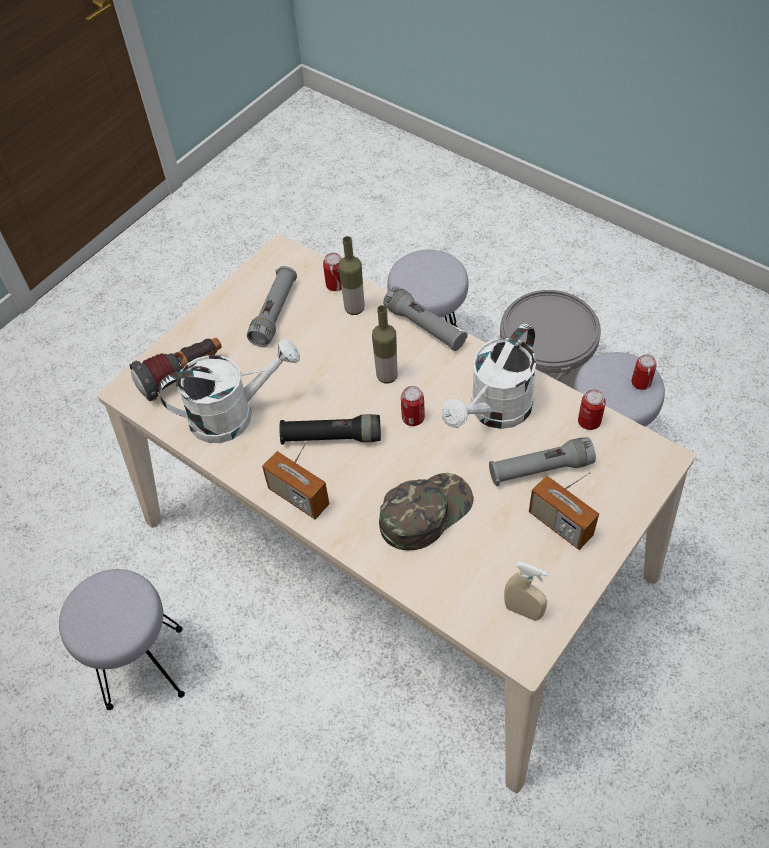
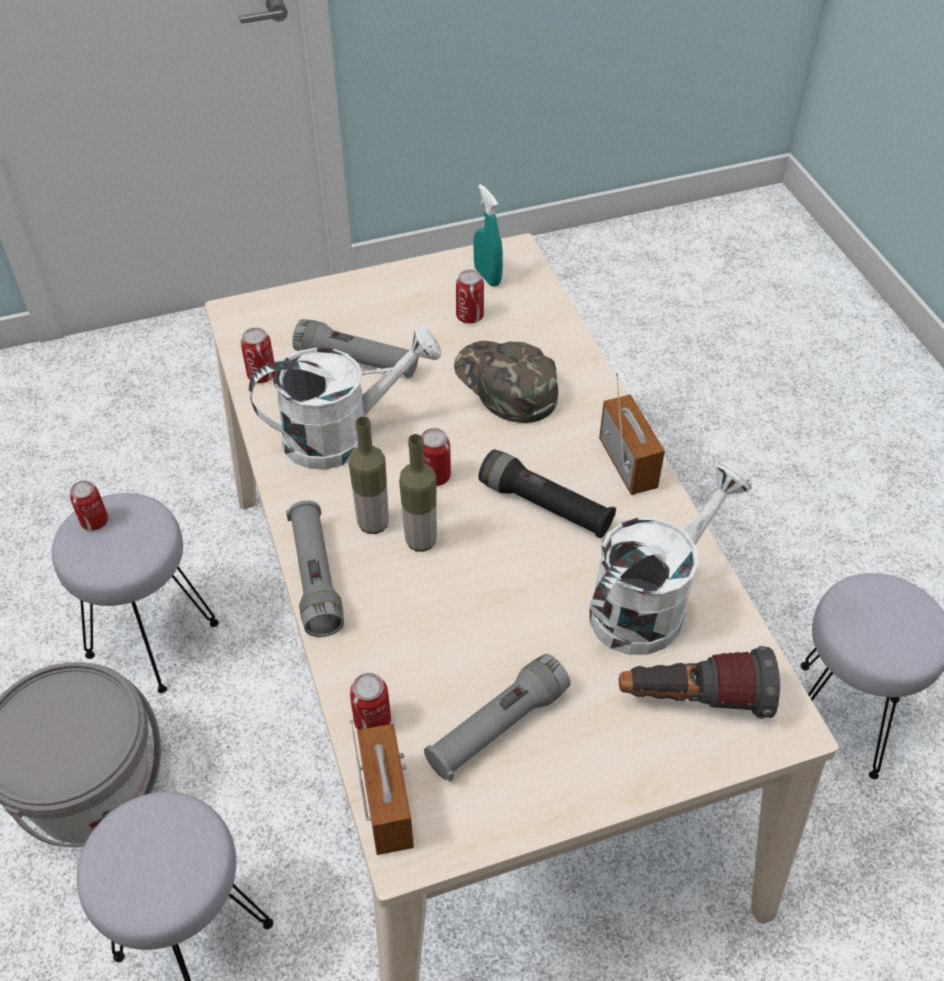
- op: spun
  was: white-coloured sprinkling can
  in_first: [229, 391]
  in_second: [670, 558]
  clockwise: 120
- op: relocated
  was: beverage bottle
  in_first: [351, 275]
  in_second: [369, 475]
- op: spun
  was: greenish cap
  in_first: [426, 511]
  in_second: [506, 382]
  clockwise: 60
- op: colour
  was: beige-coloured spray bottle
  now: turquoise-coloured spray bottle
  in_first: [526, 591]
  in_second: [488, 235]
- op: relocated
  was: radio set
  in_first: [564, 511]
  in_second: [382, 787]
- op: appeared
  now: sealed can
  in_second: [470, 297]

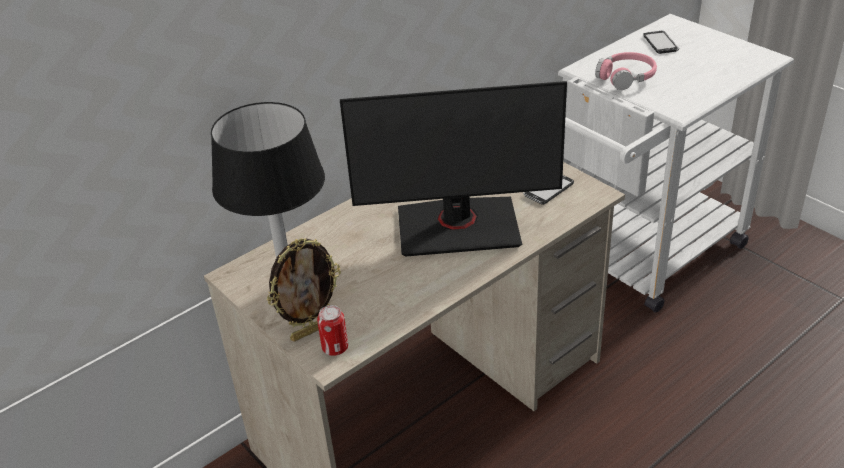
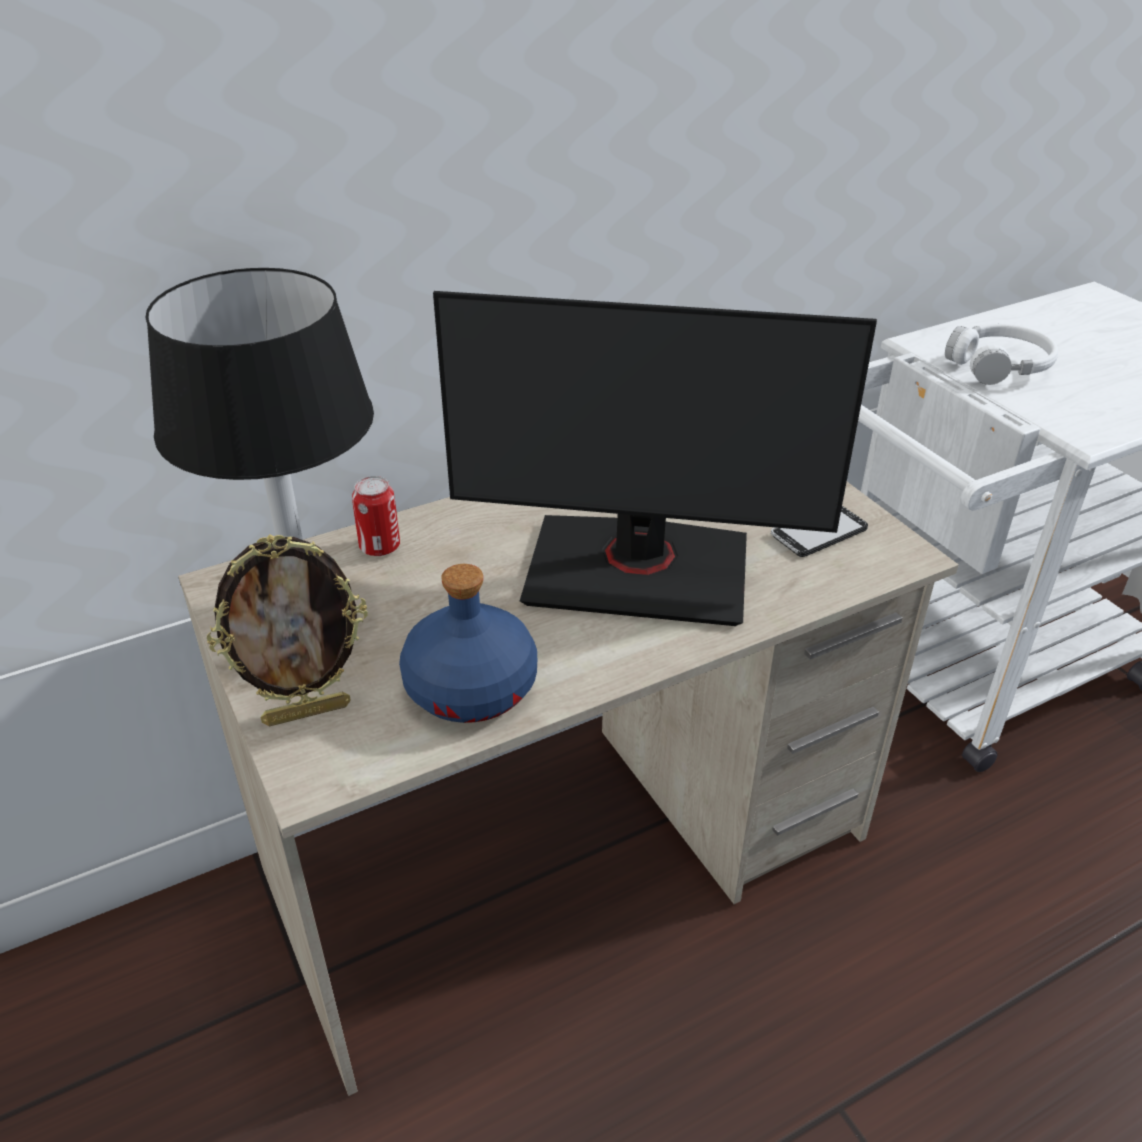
- op: relocated
  was: sealed can
  in_first: [332, 330]
  in_second: [376, 516]
- op: colour
  was: pinkish pair of headphones
  now: white-coloured pair of headphones
  in_first: [626, 71]
  in_second: [1001, 354]
- op: missing
  was: handset
  in_first: [661, 42]
- op: appeared
  now: bluish beverage bottle
  in_second: [468, 643]

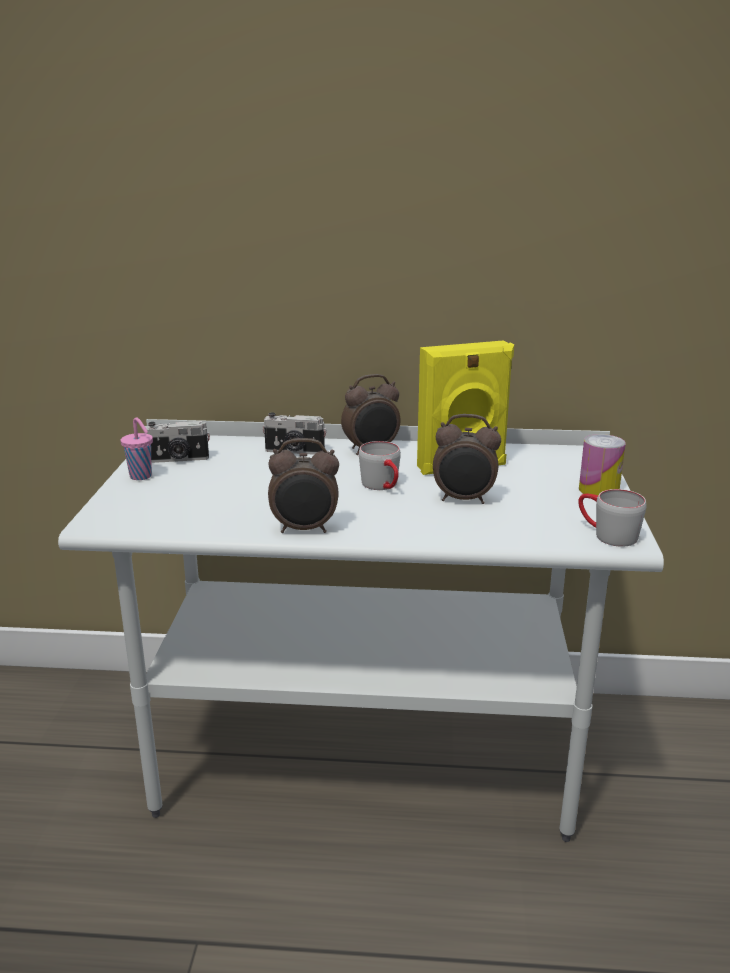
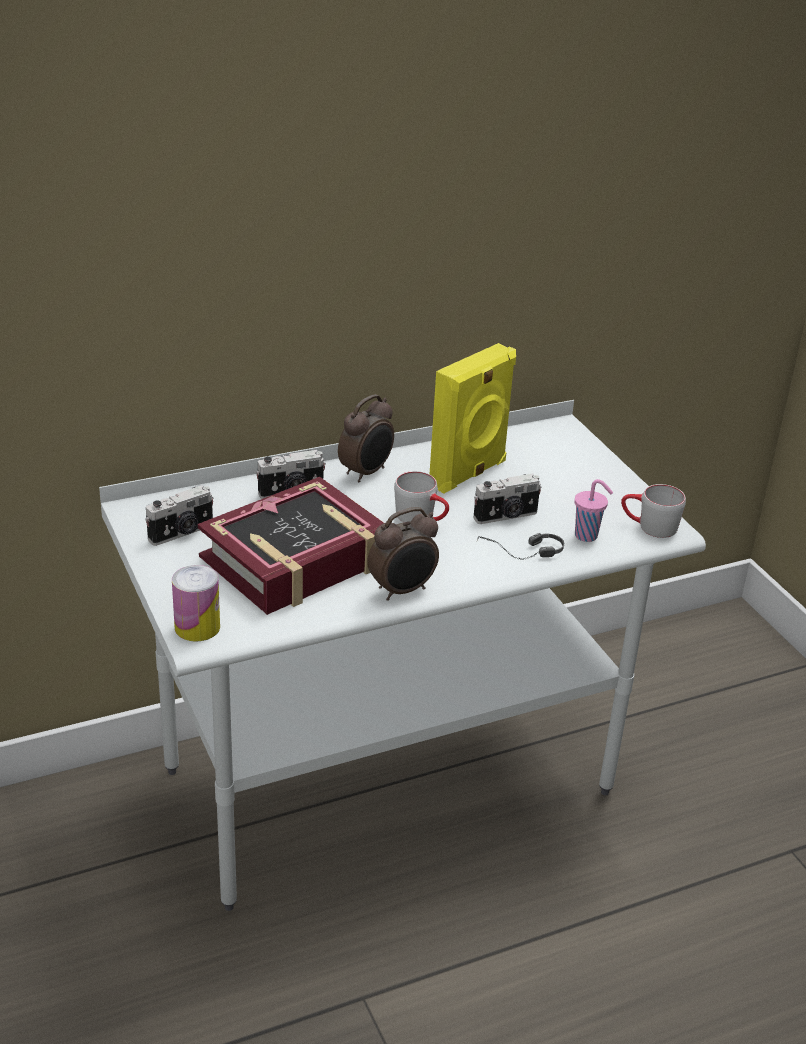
- op: relocated
  was: pinkish small cup
  in_first: [136, 448]
  in_second: [594, 510]
- op: exchanged
  was: table clock
  now: photo camera
  in_first: [467, 459]
  in_second: [508, 498]
- op: relocated
  was: sealed can
  in_first: [602, 464]
  in_second: [196, 603]
- op: appeared
  now: bound book
  in_second: [290, 546]
- op: appeared
  now: pair of headphones
  in_second: [520, 546]

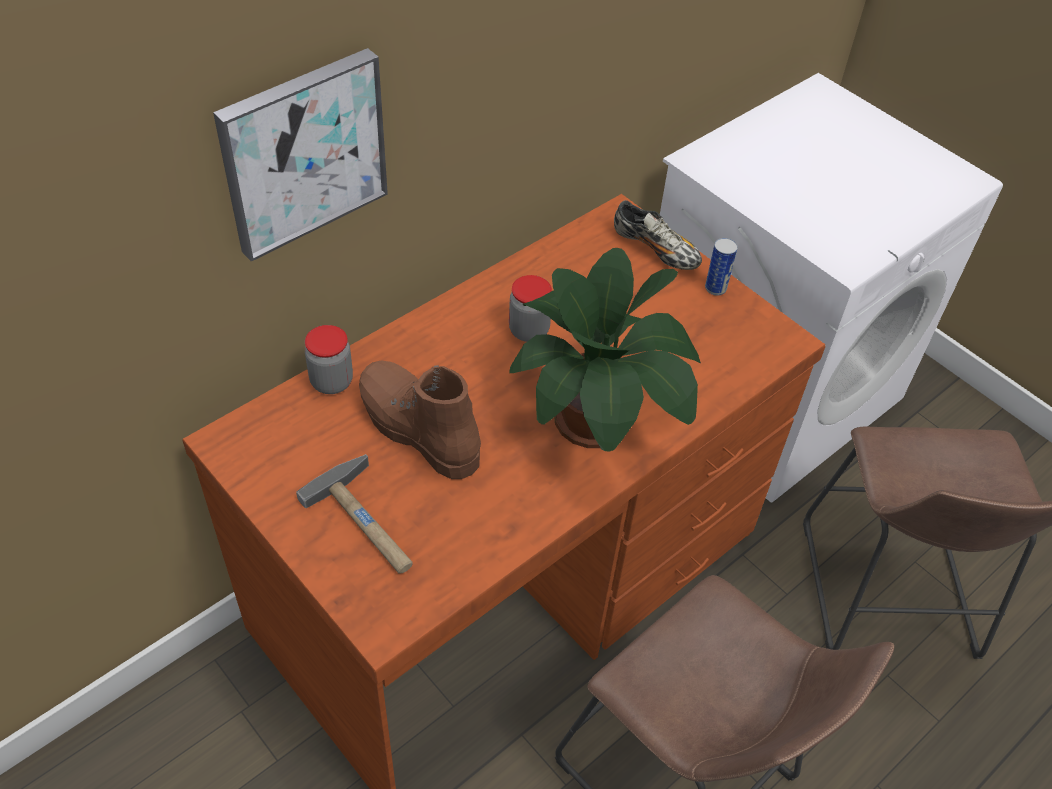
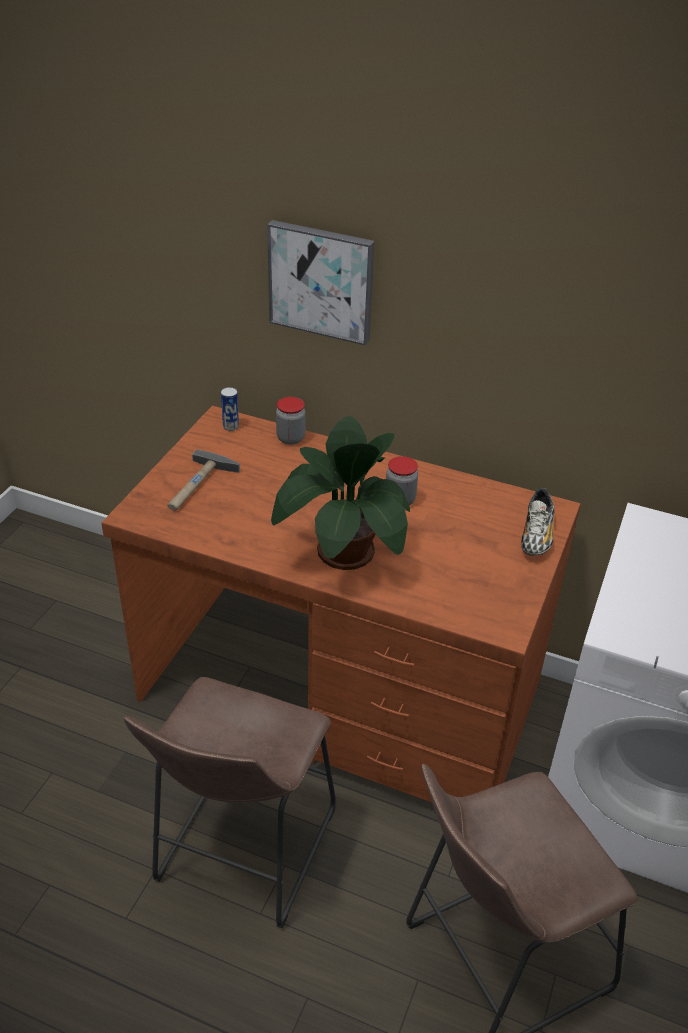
- op: missing
  was: brown-coloured tall boot
  in_first: [420, 420]
- op: relocated
  was: sealed can
  in_first: [721, 266]
  in_second: [230, 409]

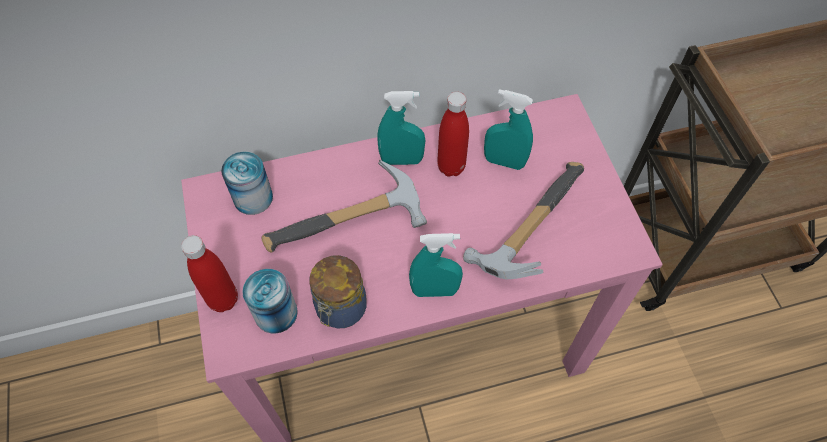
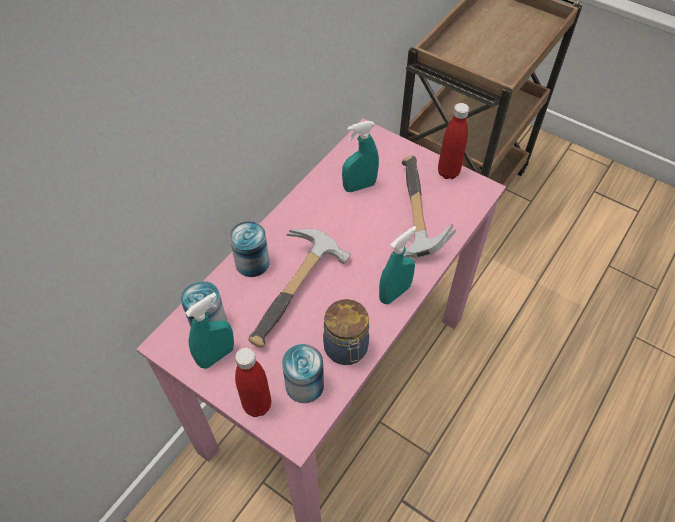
- op: relocated
  was: turquoise-coloured spray bottle
  in_first: [401, 128]
  in_second: [209, 330]
- op: relocated
  was: reddish beverage bottle
  in_first: [453, 134]
  in_second: [453, 141]
- op: appeared
  now: sealed can
  in_second: [249, 249]

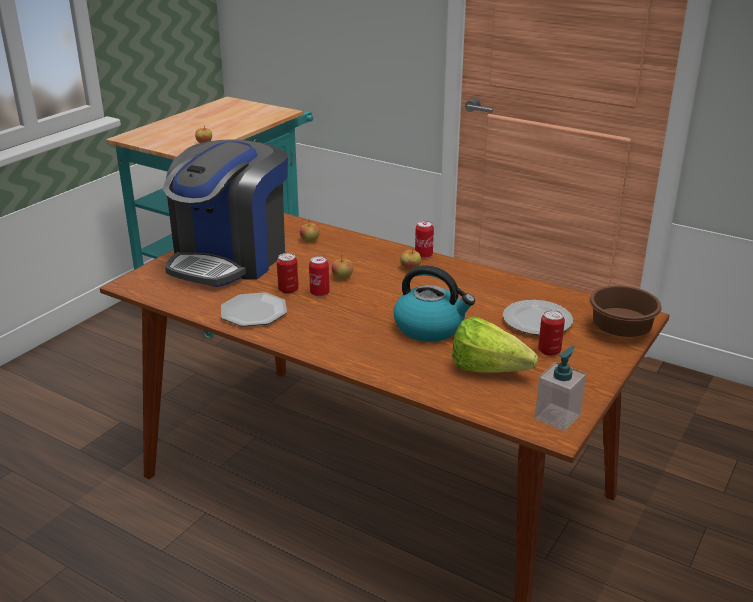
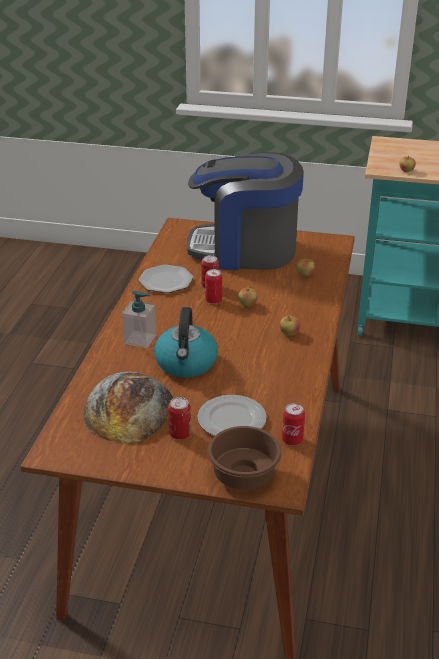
- op: relocated
  was: sealed can
  in_first: [424, 239]
  in_second: [293, 424]
- op: exchanged
  was: lettuce
  now: bakery bread
  in_first: [495, 344]
  in_second: [128, 407]
- op: relocated
  was: liquid soap bottle
  in_first: [560, 388]
  in_second: [139, 319]

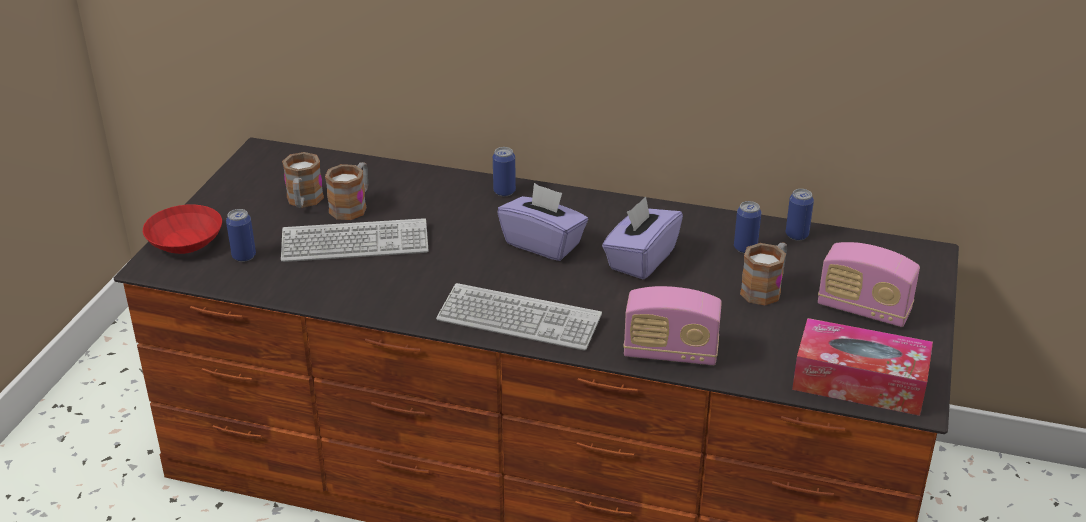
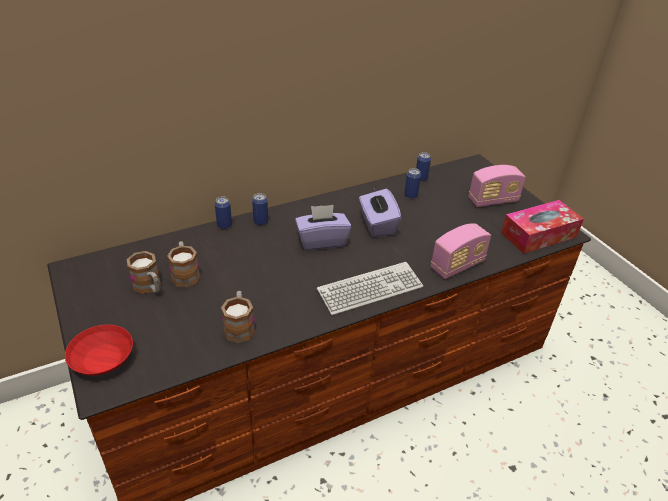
- op: relocated
  was: sealed can
  in_first: [241, 235]
  in_second: [223, 212]
- op: missing
  was: keyboard
  in_first: [355, 240]
- op: relocated
  was: coffee mug
  in_first: [763, 273]
  in_second: [238, 317]

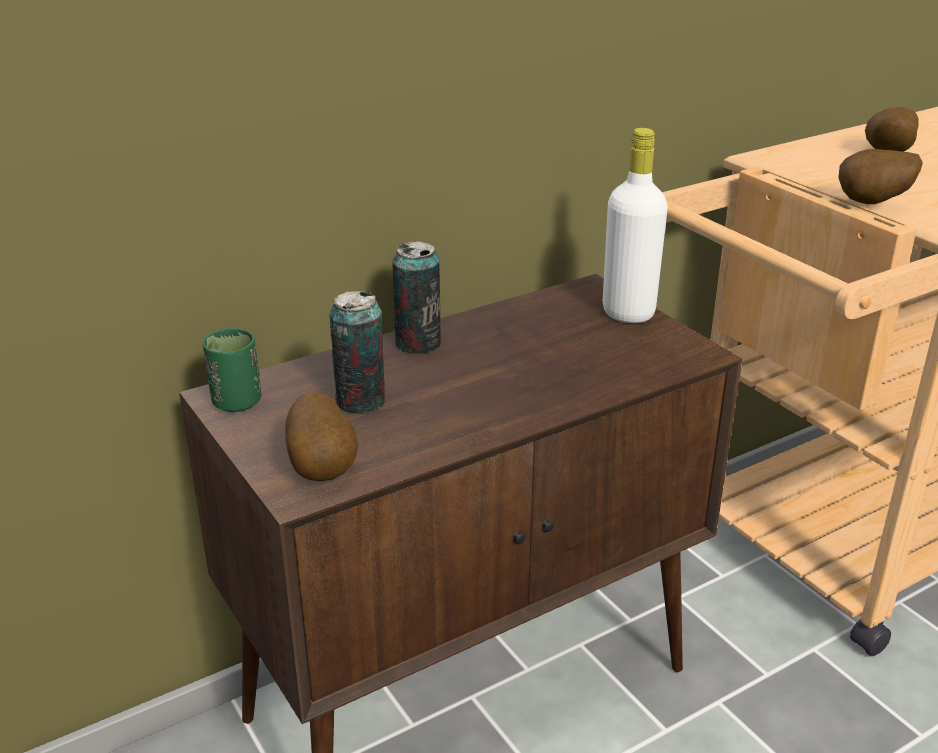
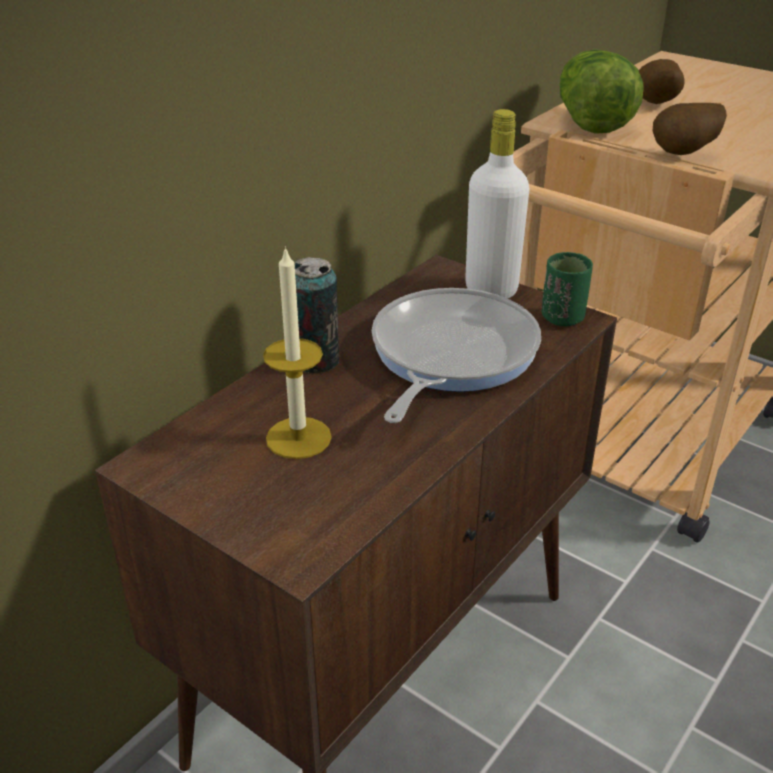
- op: relocated
  was: greenish small cup
  in_first: [232, 370]
  in_second: [567, 289]
- op: missing
  was: spud
  in_first: [321, 436]
- op: exchanged
  was: sealed can
  now: wax candle
  in_first: [357, 352]
  in_second: [297, 352]
- op: appeared
  now: frying pan
  in_second: [456, 355]
- op: appeared
  now: lettuce
  in_second: [602, 91]

